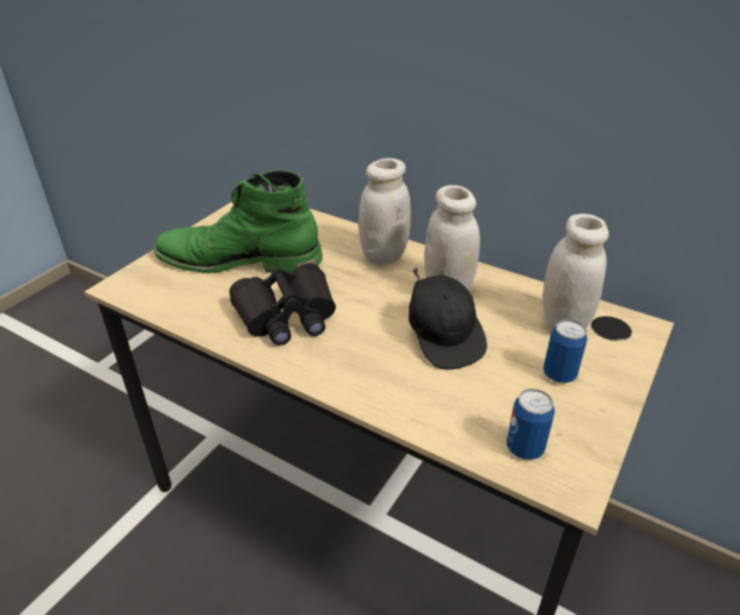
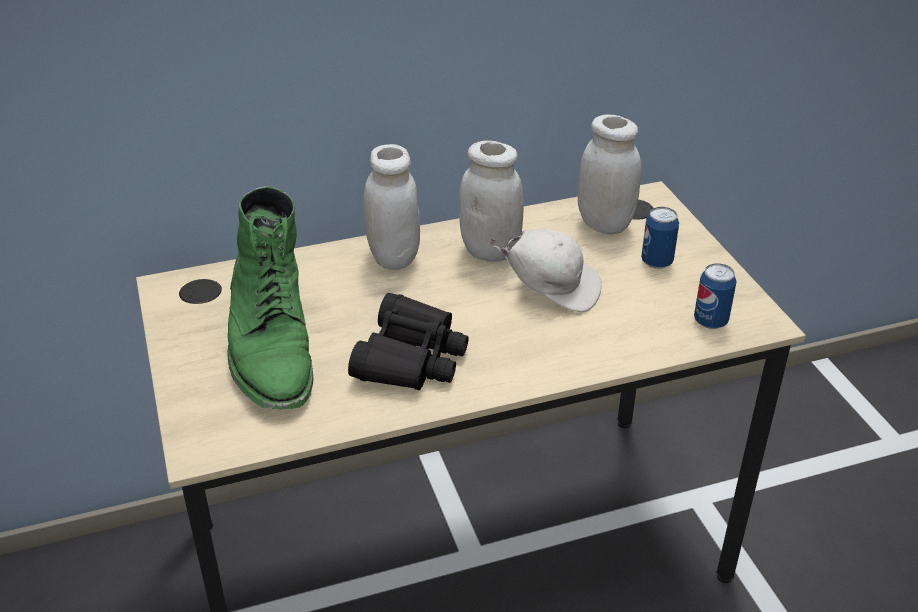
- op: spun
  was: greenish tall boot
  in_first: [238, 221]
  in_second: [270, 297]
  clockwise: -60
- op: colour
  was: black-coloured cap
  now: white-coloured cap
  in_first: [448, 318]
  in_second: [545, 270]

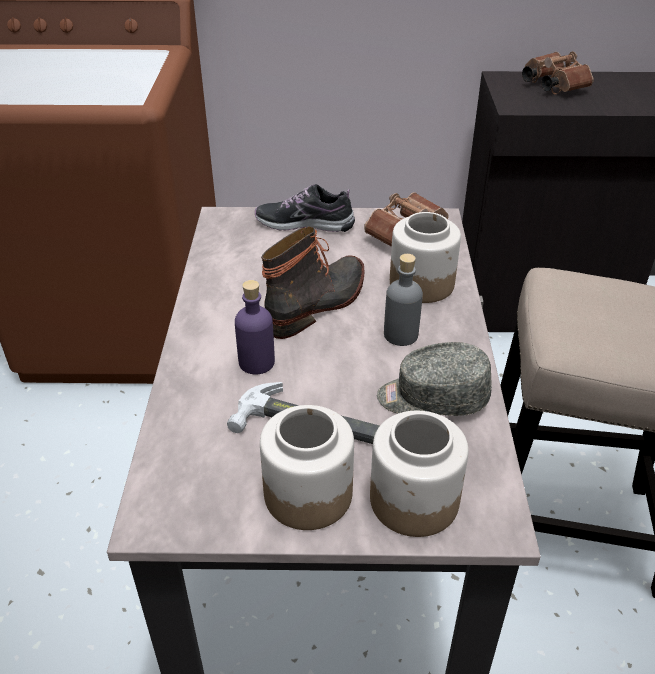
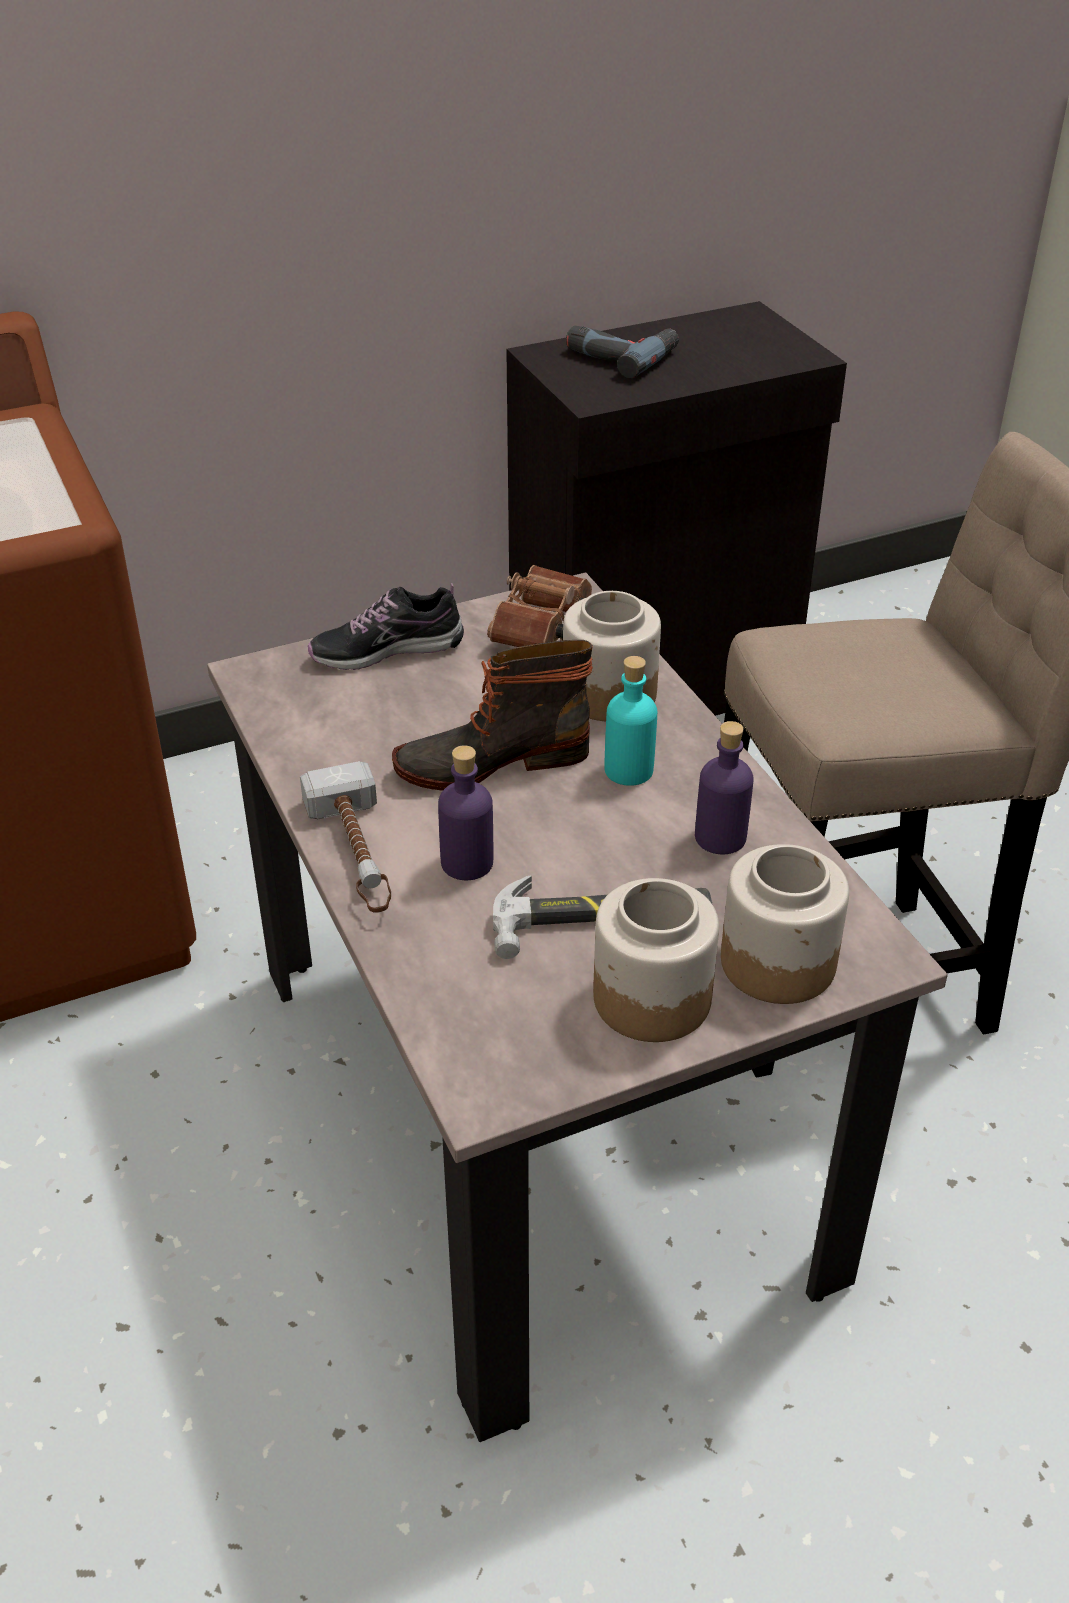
- op: spun
  was: tall boot
  in_first: [313, 282]
  in_second: [492, 715]
  clockwise: -120
- op: exchanged
  was: greyish cap
  now: purplish beverage bottle
  in_first: [434, 379]
  in_second: [724, 787]
- op: colour
  was: greyish beverage bottle
  now: turquoise-coloured beverage bottle
  in_first: [403, 300]
  in_second: [631, 721]
- op: exchanged
  was: brown-coloured binoculars
  now: drill
  in_first: [558, 72]
  in_second: [622, 351]
- op: appeared
  now: hand hammer
  in_second: [345, 837]

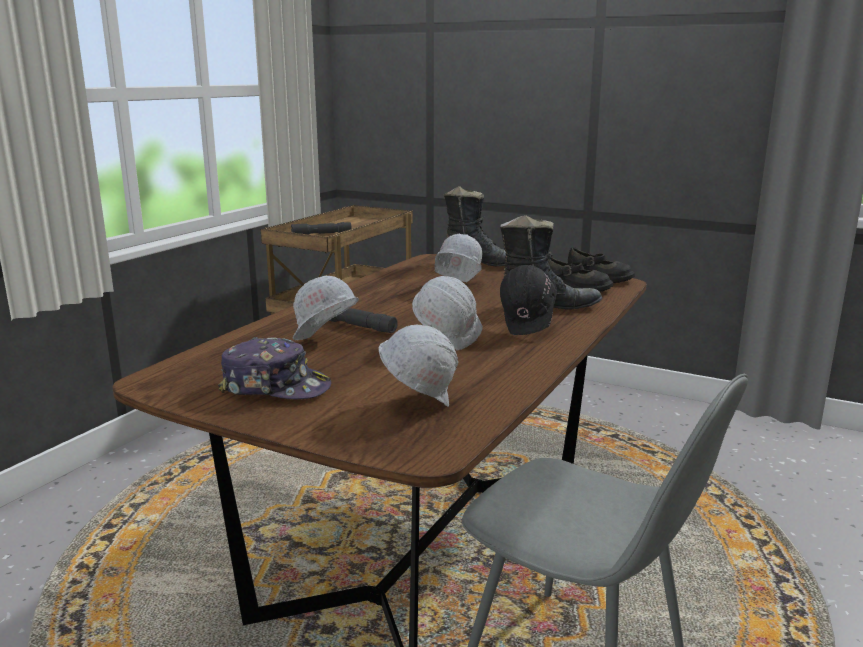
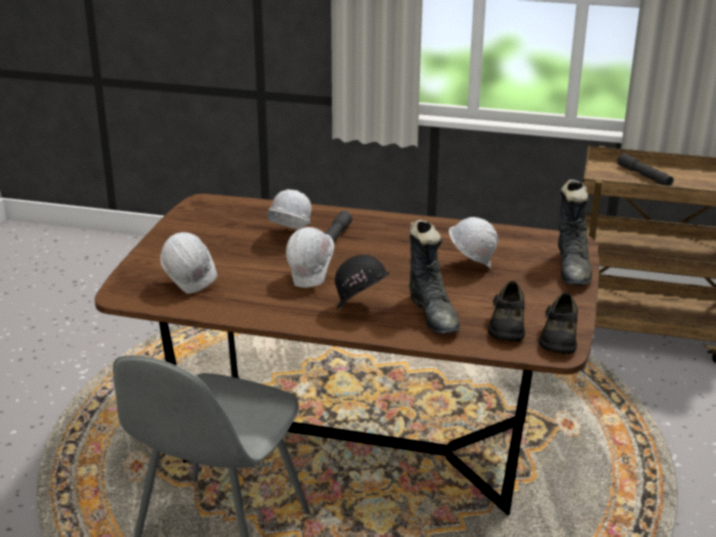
- op: missing
  was: cap
  in_first: [274, 368]

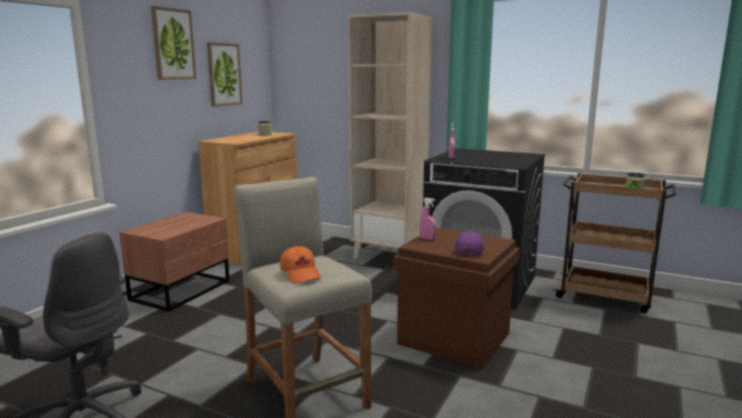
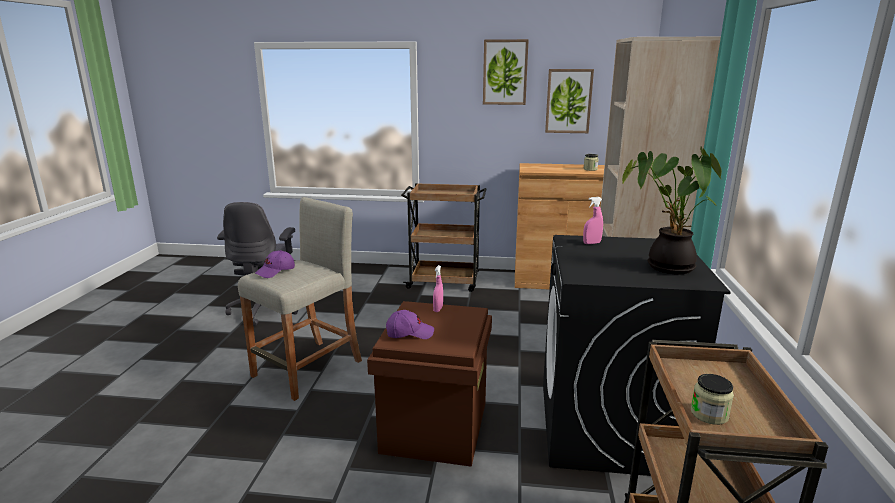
- op: exchanged
  was: brown-coloured nightstand
  now: brown-coloured cart
  in_first: [174, 262]
  in_second: [443, 237]
- op: colour
  was: orange cap
  now: purplish cap
  in_first: [300, 264]
  in_second: [275, 264]
- op: appeared
  now: houseplant
  in_second: [672, 210]

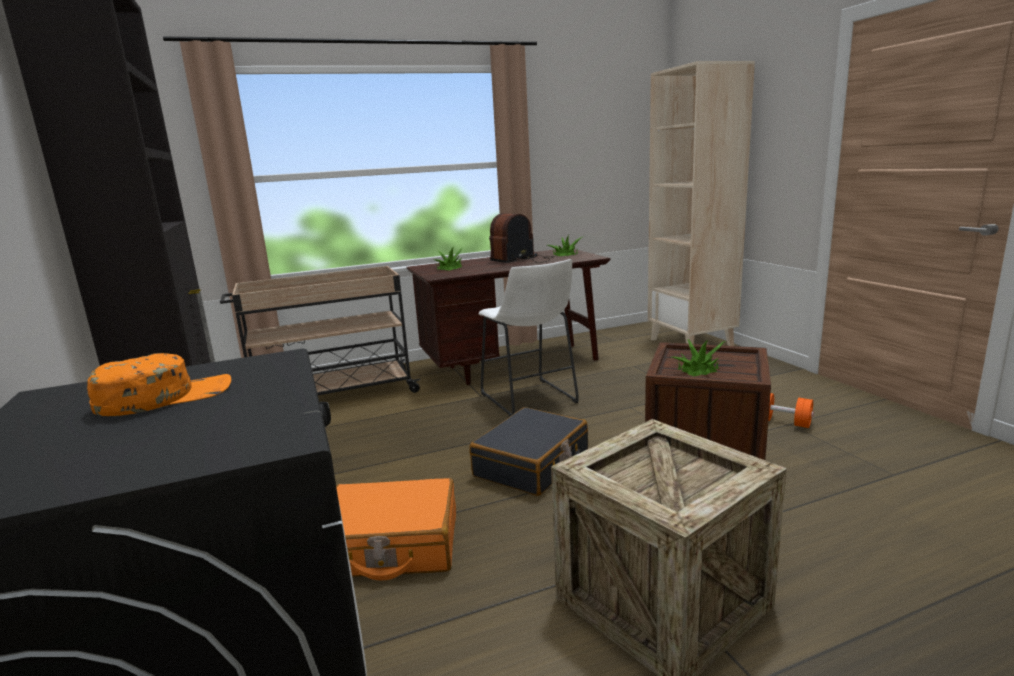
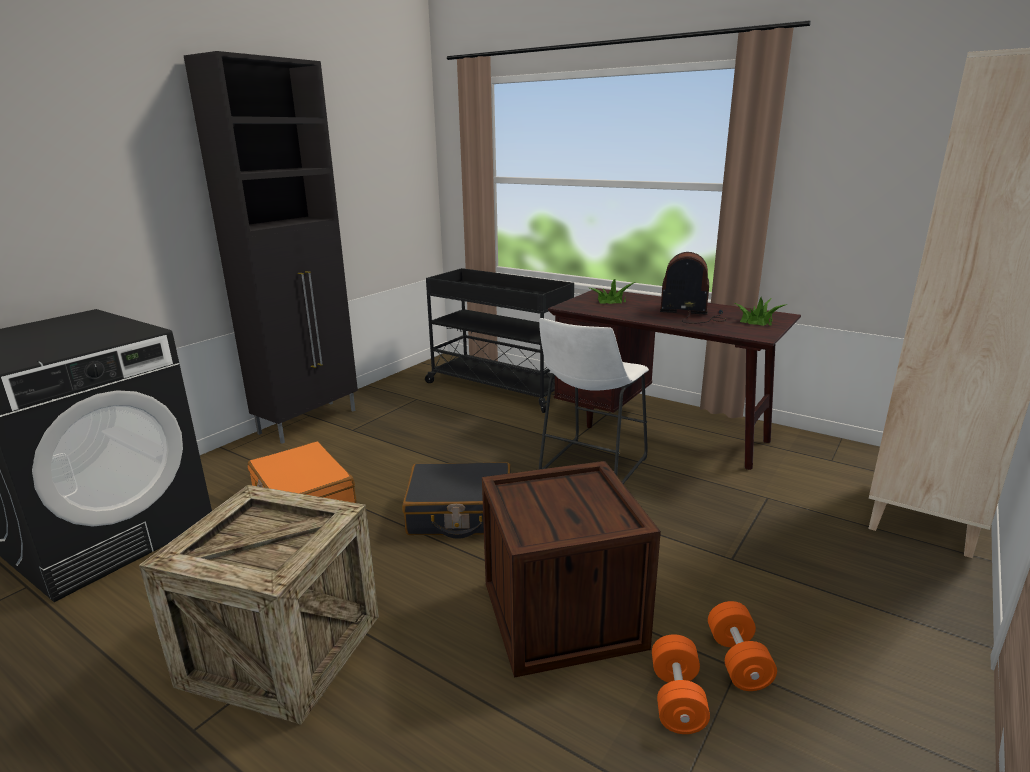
- op: missing
  was: orange cap
  in_first: [159, 384]
- op: colour
  was: beige-coloured cart
  now: black-coloured cart
  in_first: [320, 330]
  in_second: [499, 340]
- op: missing
  was: houseplant
  in_first: [698, 357]
- op: appeared
  now: orange free weight
  in_second: [681, 684]

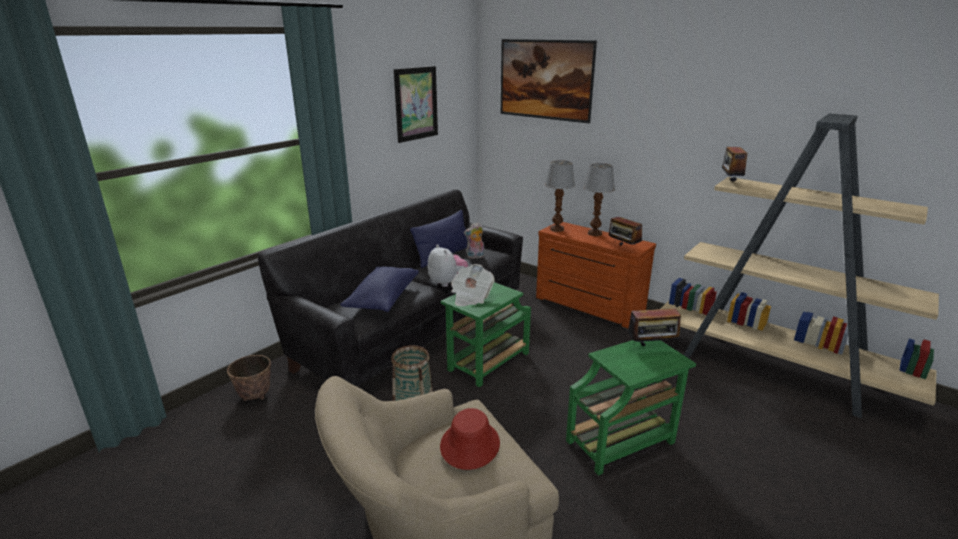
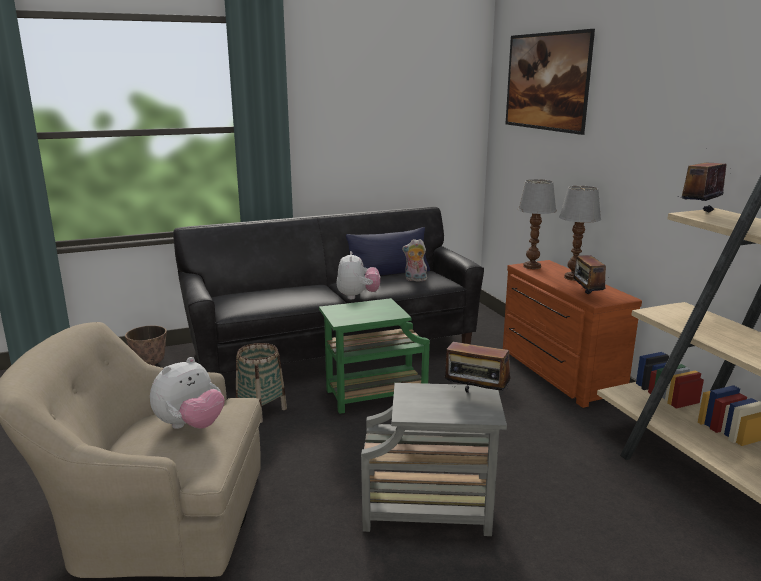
- op: missing
  was: bluish cushion
  in_first: [379, 289]
- op: missing
  was: wall picture
  in_first: [416, 104]
- op: exchanged
  was: reddish wearable hat
  now: plush toy
  in_first: [470, 439]
  in_second: [187, 393]
- op: missing
  was: newspaper
  in_first: [473, 285]
- op: colour
  was: greenish side table
  now: greyish side table
  in_first: [631, 408]
  in_second: [434, 459]

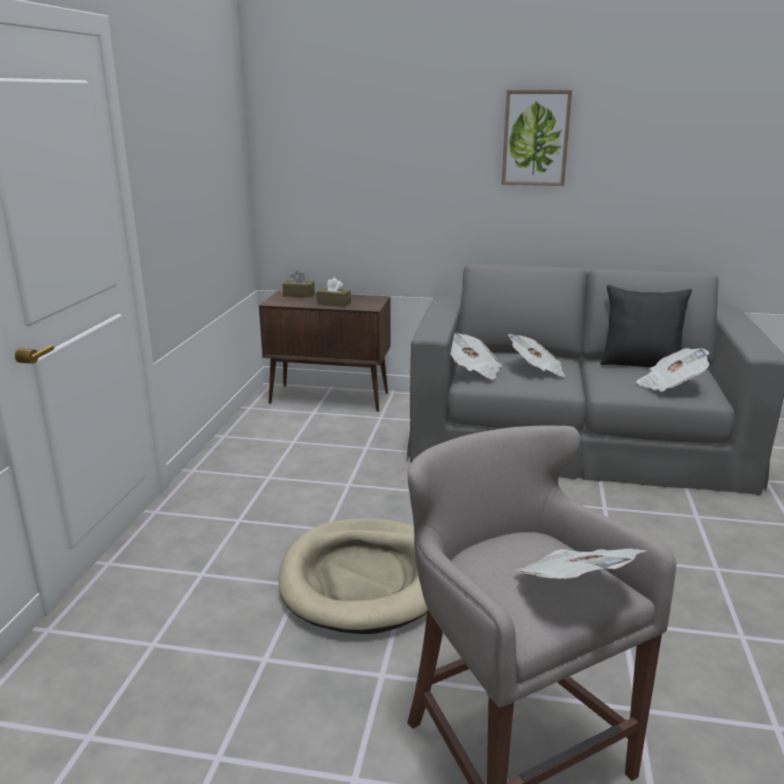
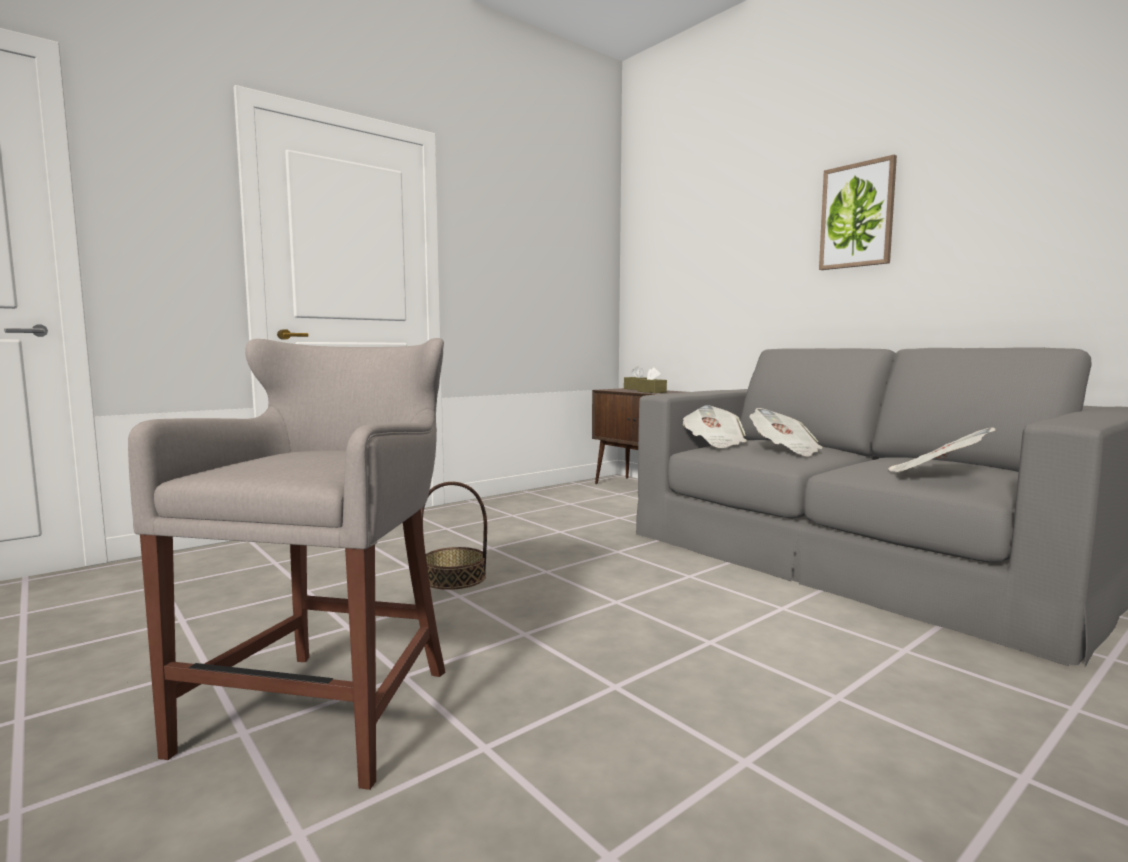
- op: exchanged
  was: beige-coloured dog bed
  now: basket
  in_first: [353, 576]
  in_second: [454, 536]
- op: missing
  was: newspaper
  in_first: [580, 564]
- op: missing
  was: black-coloured cushion
  in_first: [646, 326]

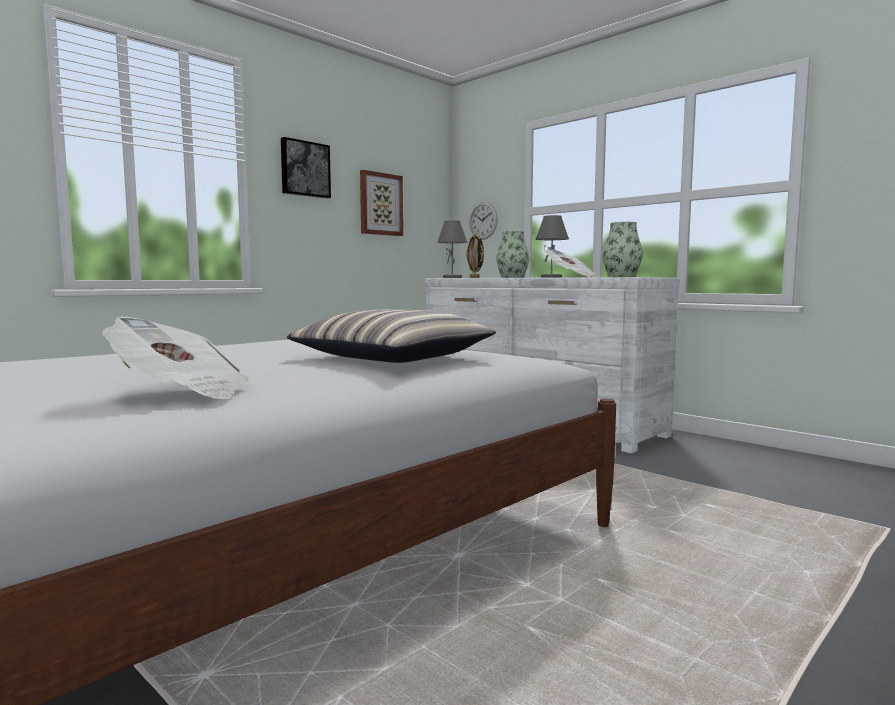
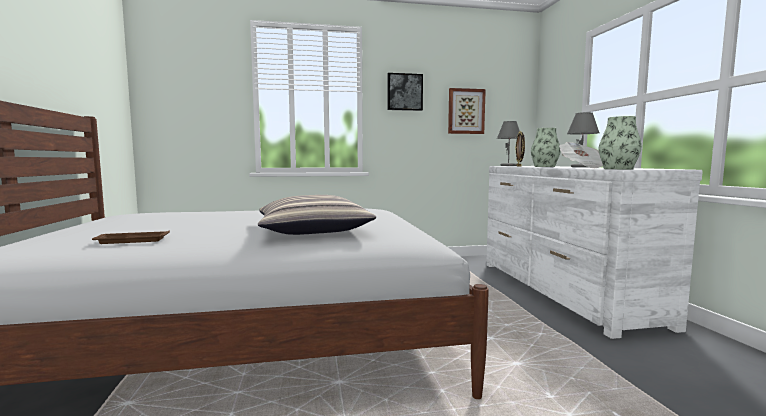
- op: exchanged
  was: newspaper
  now: brown-coloured tray
  in_first: [175, 358]
  in_second: [131, 237]
- op: missing
  was: wall clock
  in_first: [483, 221]

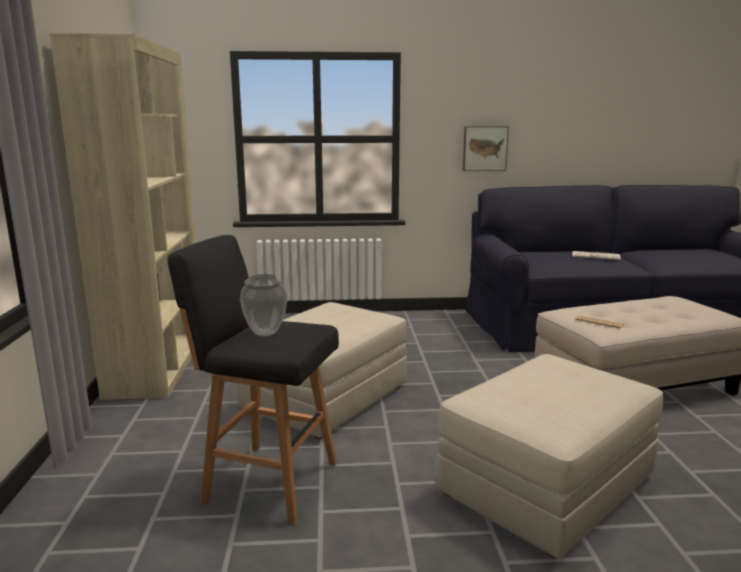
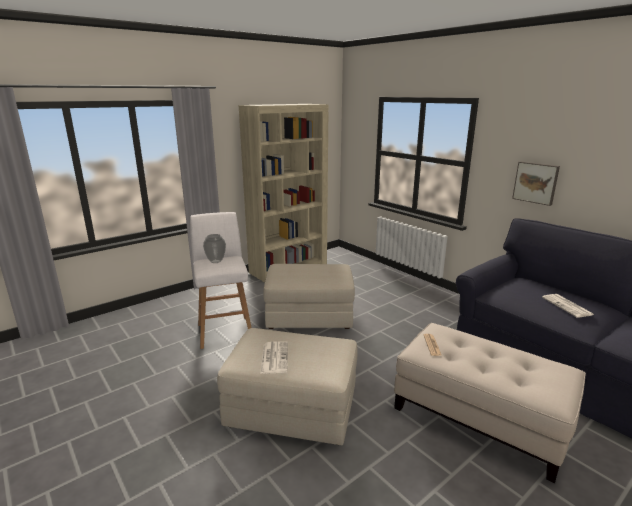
- op: colour
  was: black-coloured stool seat
  now: white-coloured stool seat
  in_first: [253, 380]
  in_second: [221, 280]
- op: appeared
  now: newspaper
  in_second: [274, 357]

